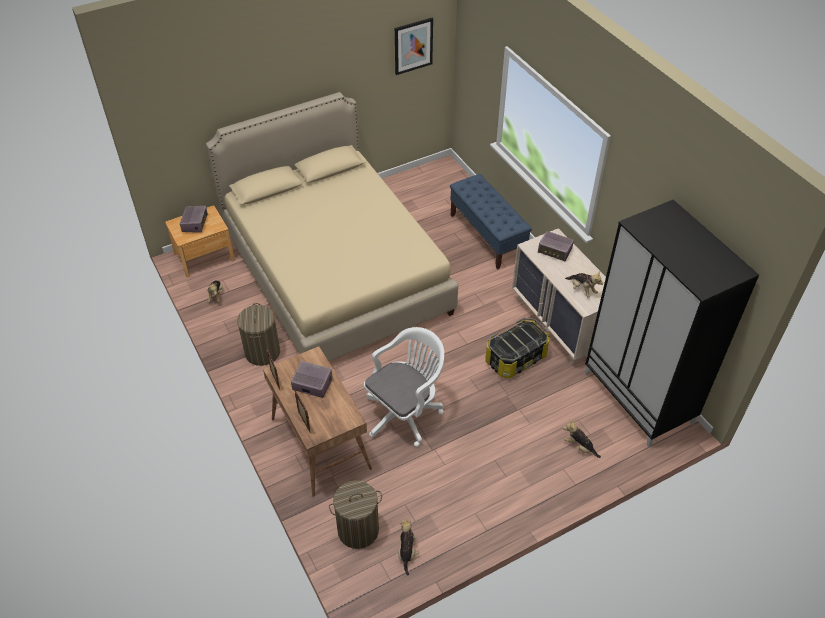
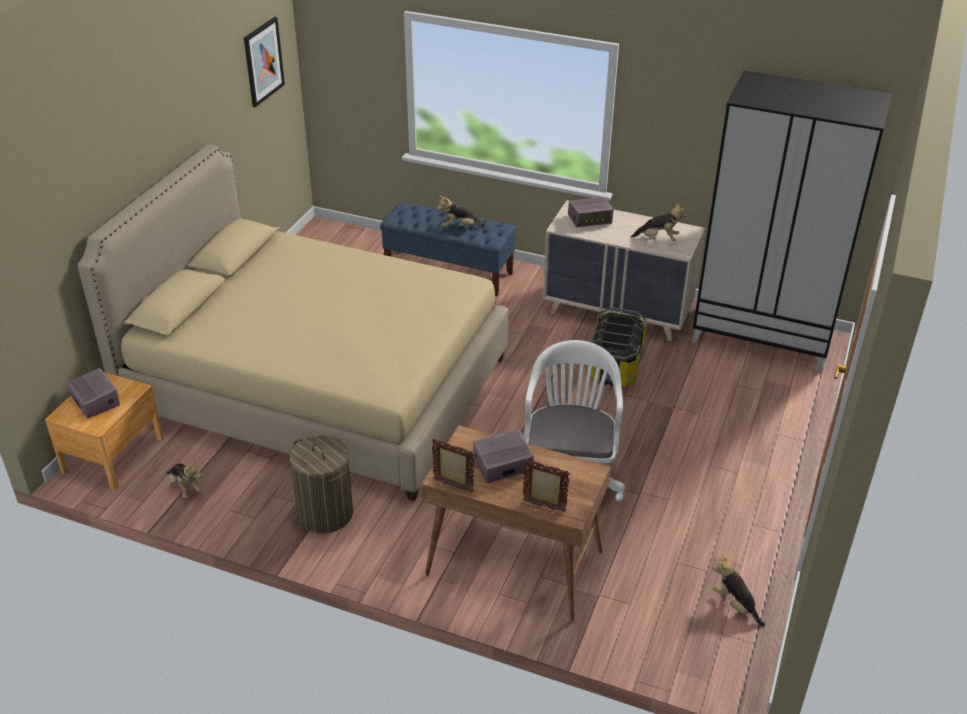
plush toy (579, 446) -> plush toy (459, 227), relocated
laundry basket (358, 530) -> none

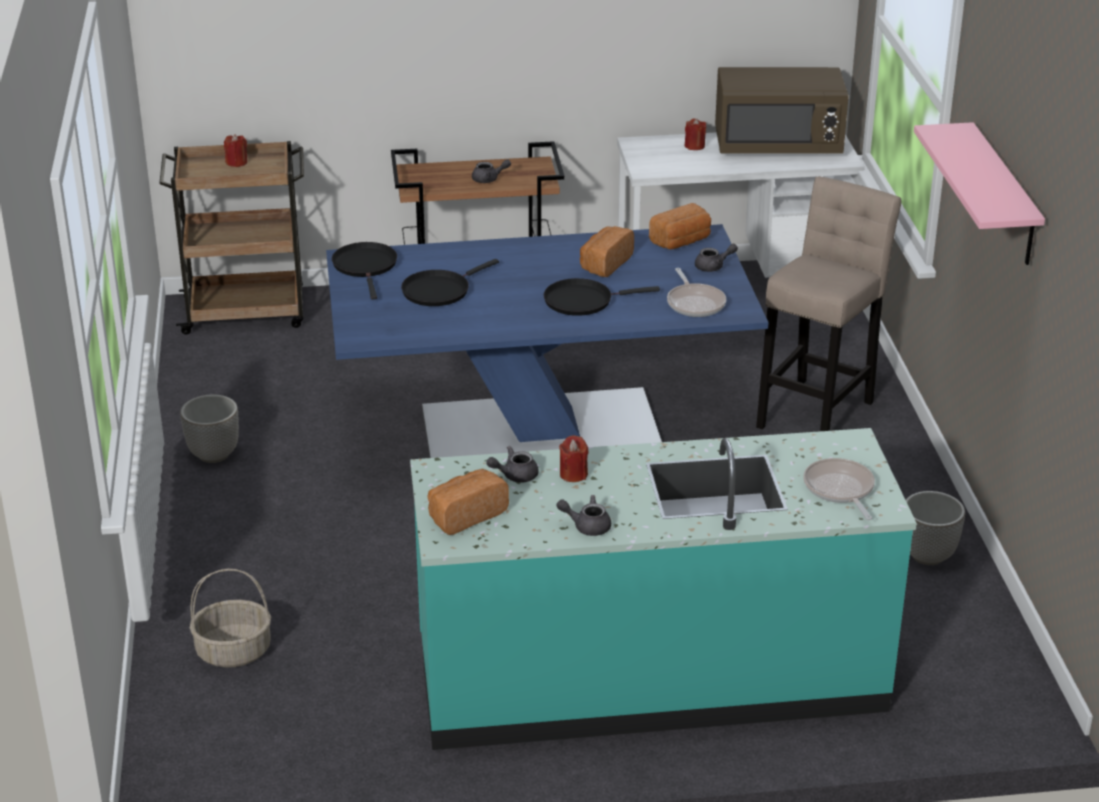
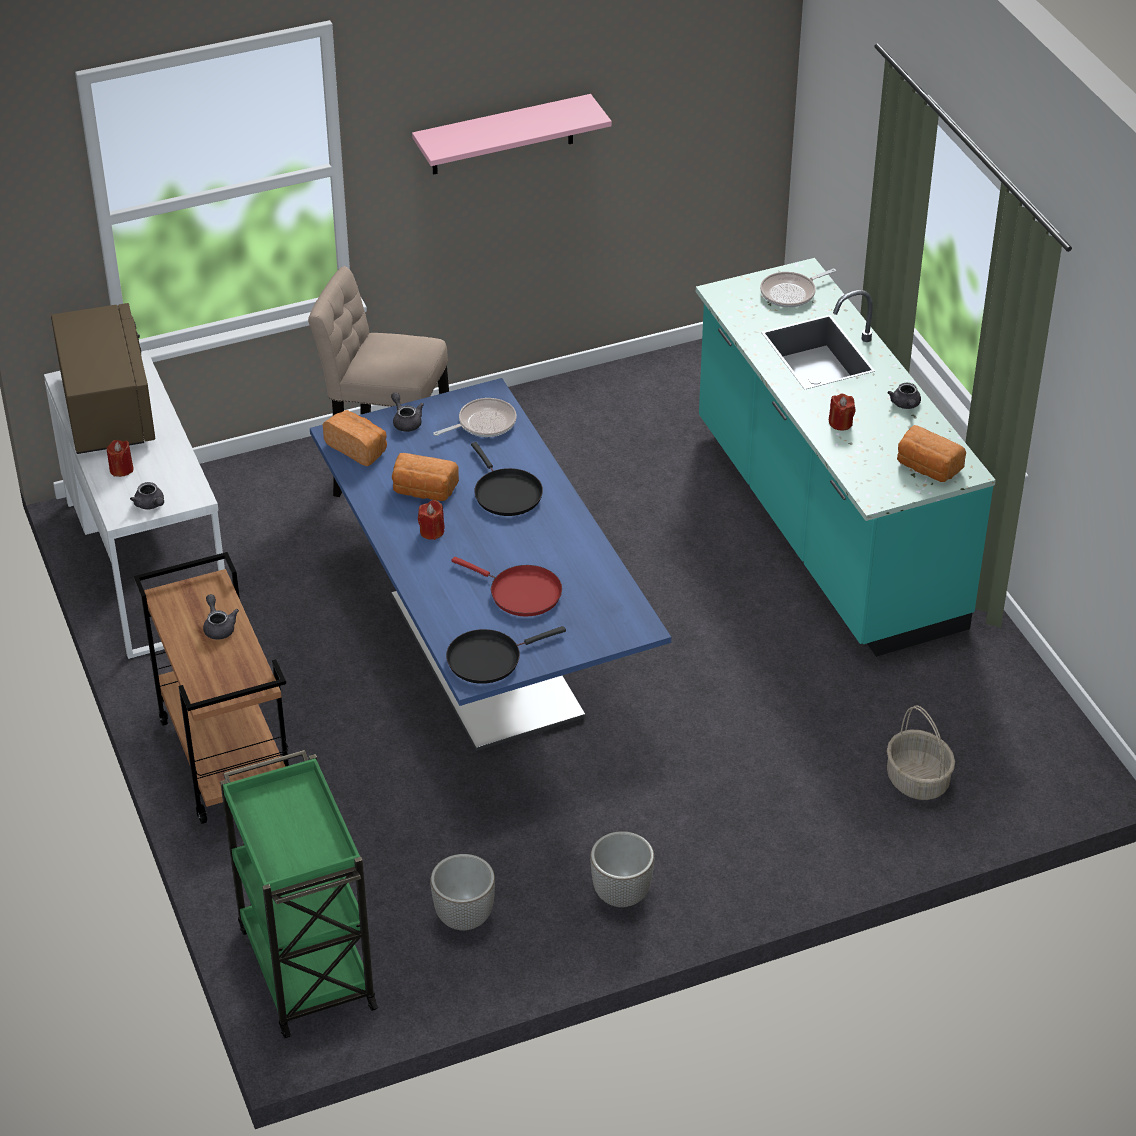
red candle (236, 162) -> red candle (432, 531), relocated
brown cart (247, 312) -> green cart (305, 965)
black frying pan (439, 290) -> red frying pan (521, 593)
grey teapot (515, 475) -> grey teapot (151, 505), relocated
planter (928, 555) -> planter (463, 918), relocated

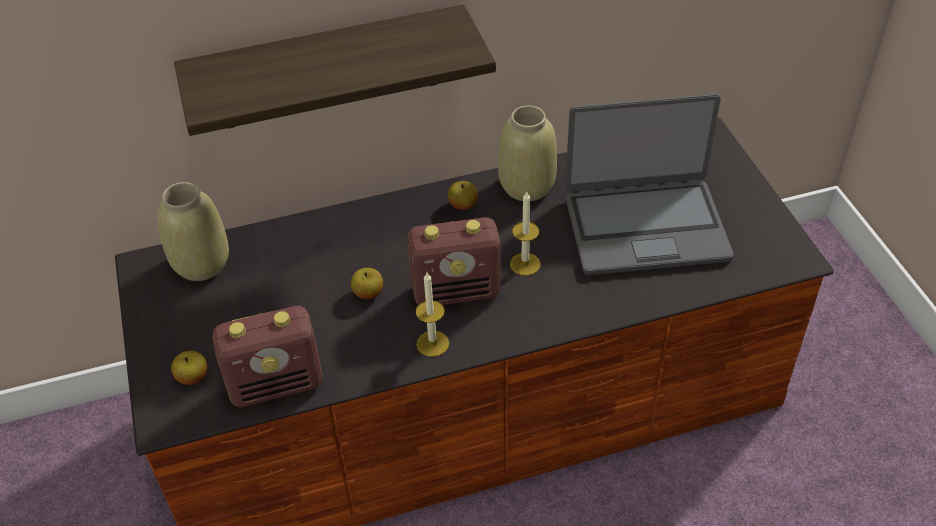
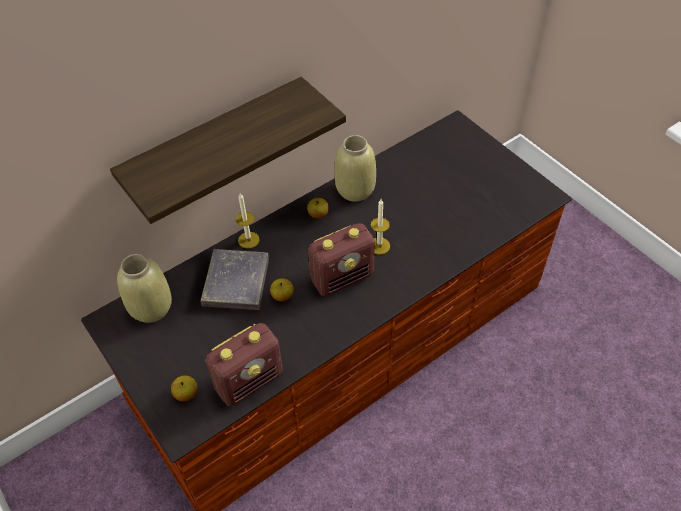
laptop (645, 227) -> none
candle (432, 343) -> candle (248, 240), relocated
none -> grey book (236, 282)

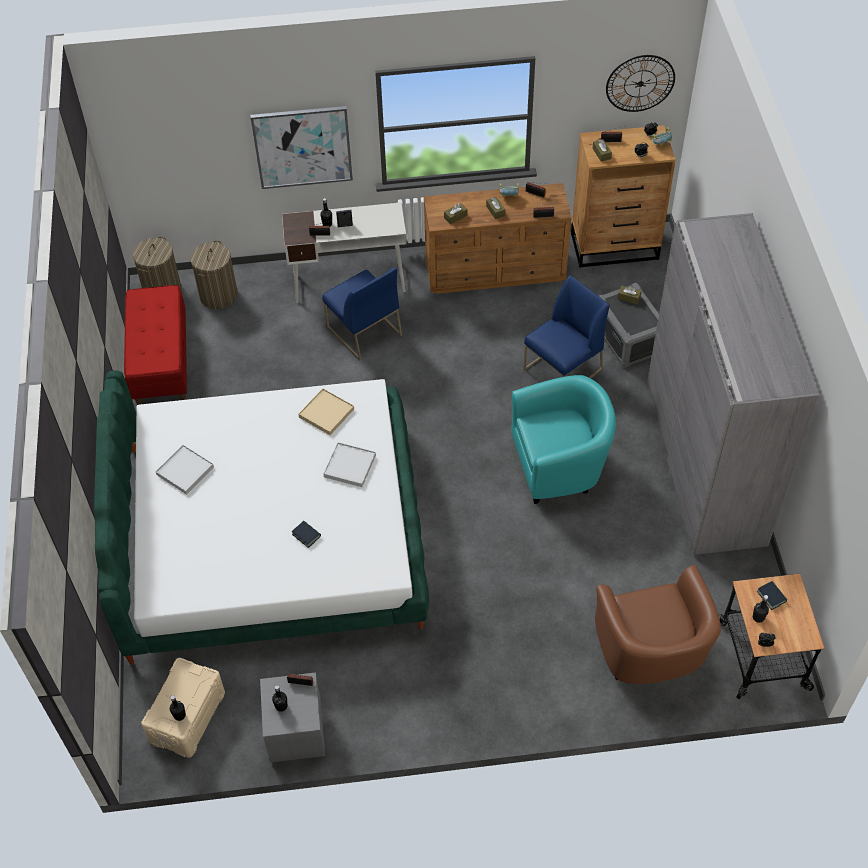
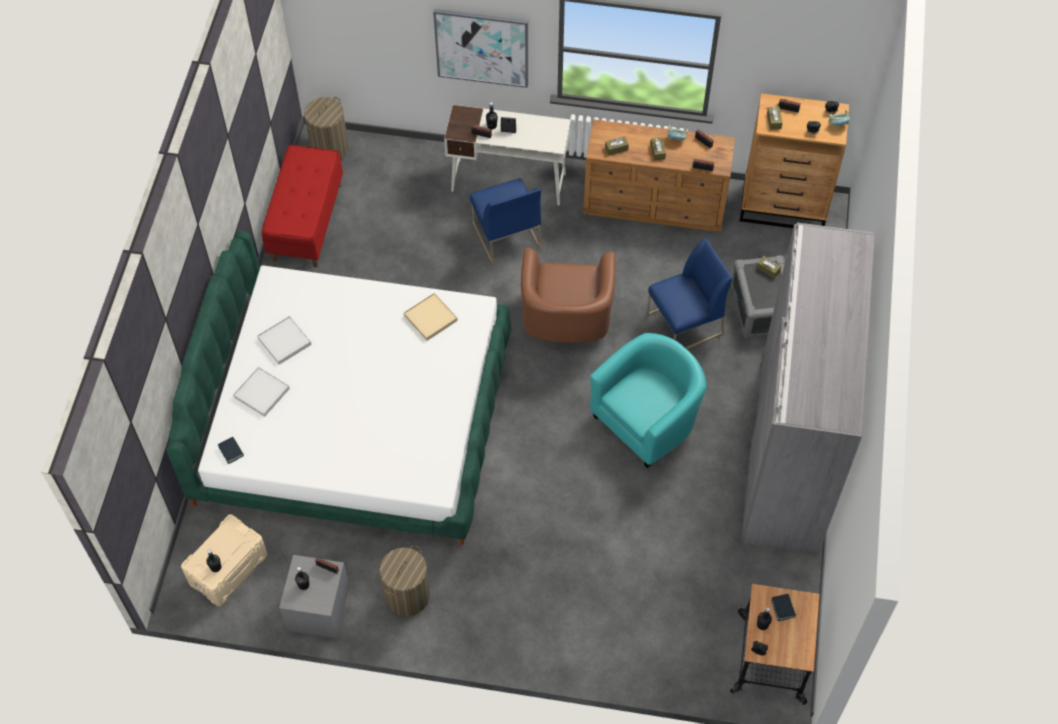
wall clock (640, 83) -> none
laundry basket (218, 295) -> laundry basket (407, 595), relocated
turquoise armchair (560, 465) -> turquoise armchair (647, 420), 45 degrees counterclockwise
white tray (349, 466) -> white tray (261, 393), relocated
book (306, 535) -> book (231, 451), relocated
brown armchair (651, 654) -> brown armchair (566, 323), relocated

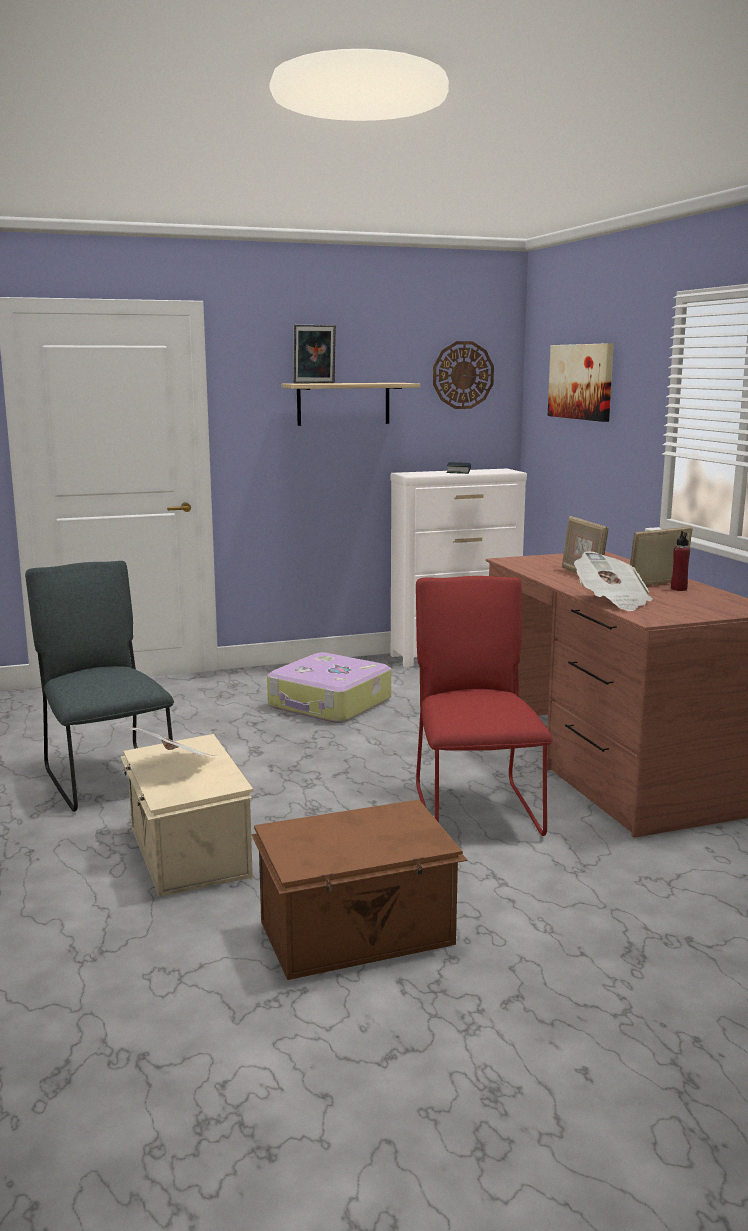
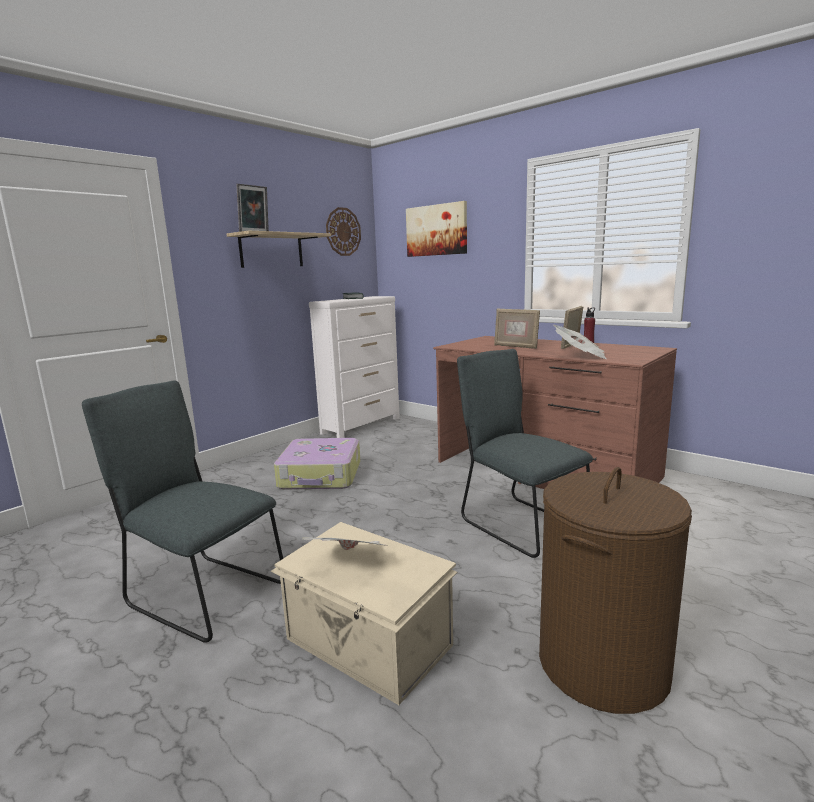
red chair (475, 808) -> grey chair (519, 523)
brown storage box (358, 934) -> brown laundry basket (602, 664)

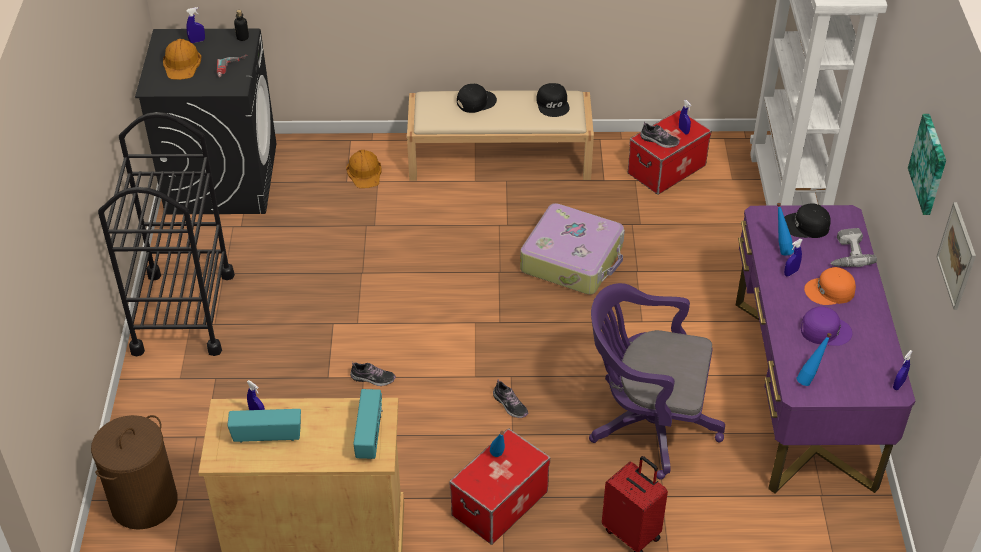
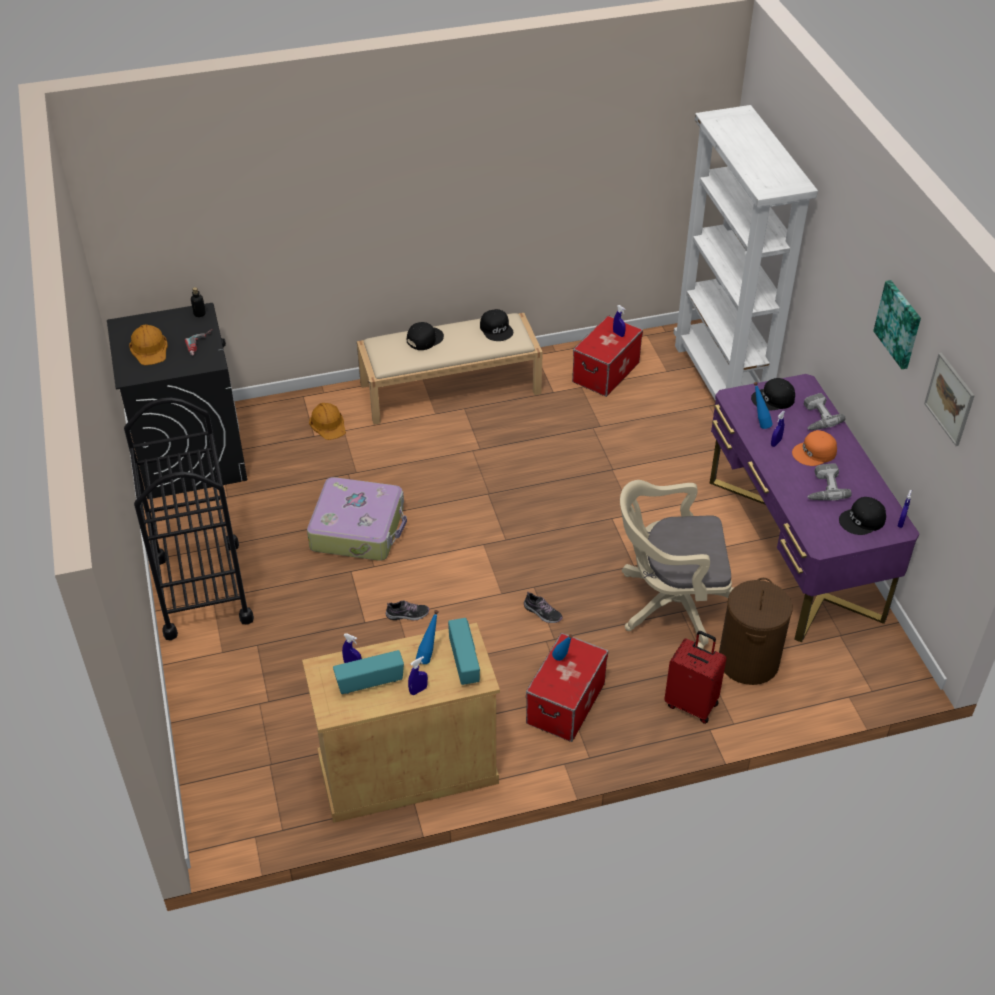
blue spray bottle (197, 41) -> blue spray bottle (418, 690), relocated
shoe (659, 141) -> none
suitcase (573, 259) -> suitcase (358, 528), relocated
purple office chair (646, 423) -> beige office chair (669, 604)
purple cap (825, 330) -> power drill (823, 487)
blue bottle (809, 379) -> blue bottle (429, 656), relocated
brown laundry basket (144, 503) -> brown laundry basket (748, 662), relocated
none -> black cap (862, 520)

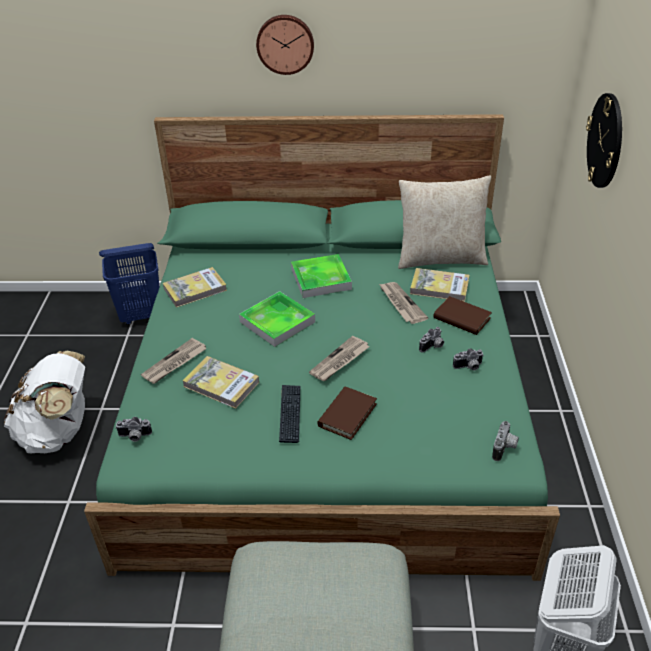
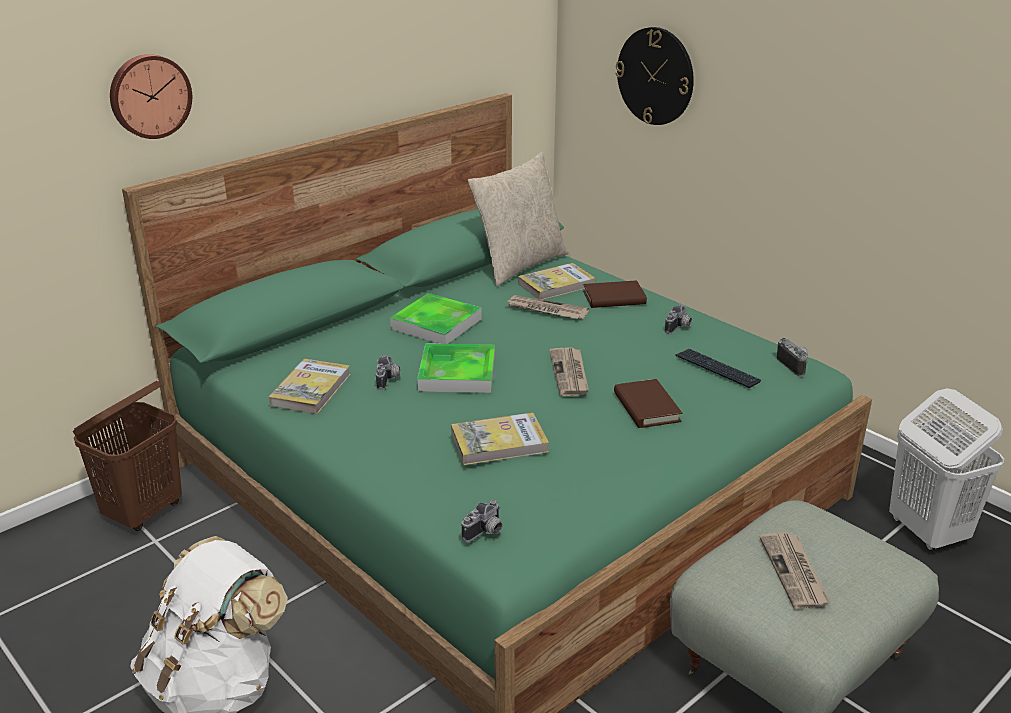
wall clock (285, 44) -> wall clock (149, 96), relocated
blue laundry basket (142, 315) -> brown laundry basket (144, 512)
photo camera (433, 346) -> photo camera (389, 380), relocated
newspaper (174, 363) -> newspaper (794, 572), relocated
keyboard (290, 414) -> keyboard (717, 369), relocated

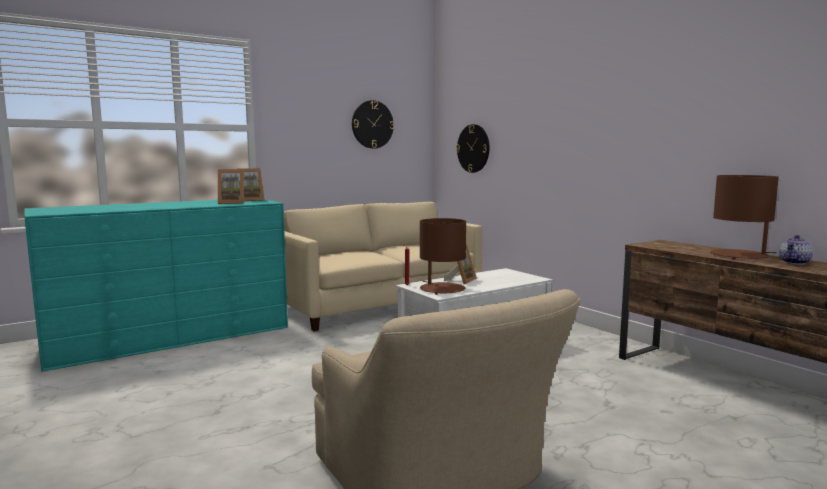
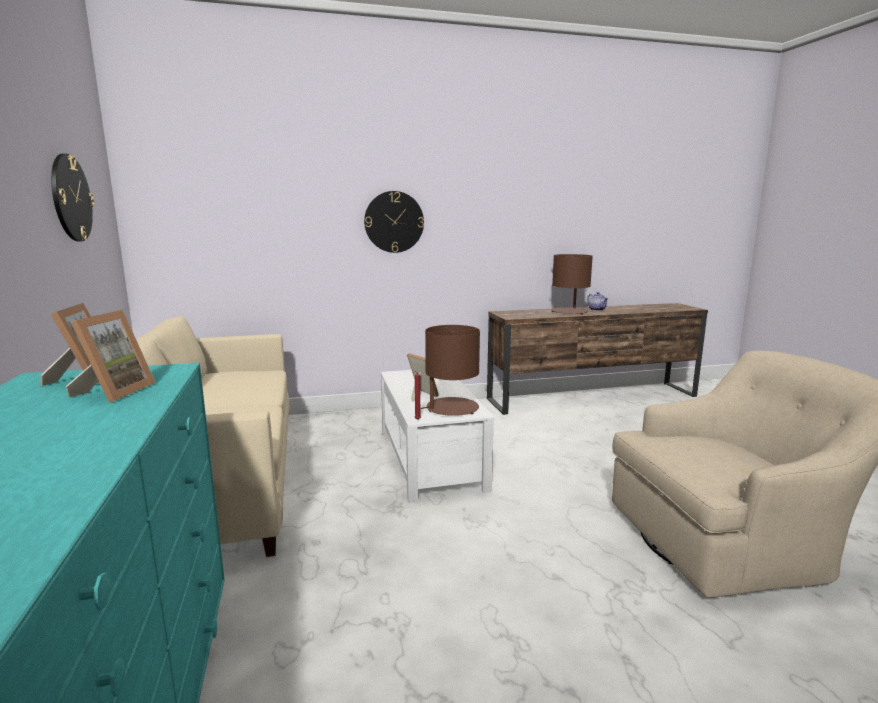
wall clock (473, 148) -> wall clock (394, 222), relocated

